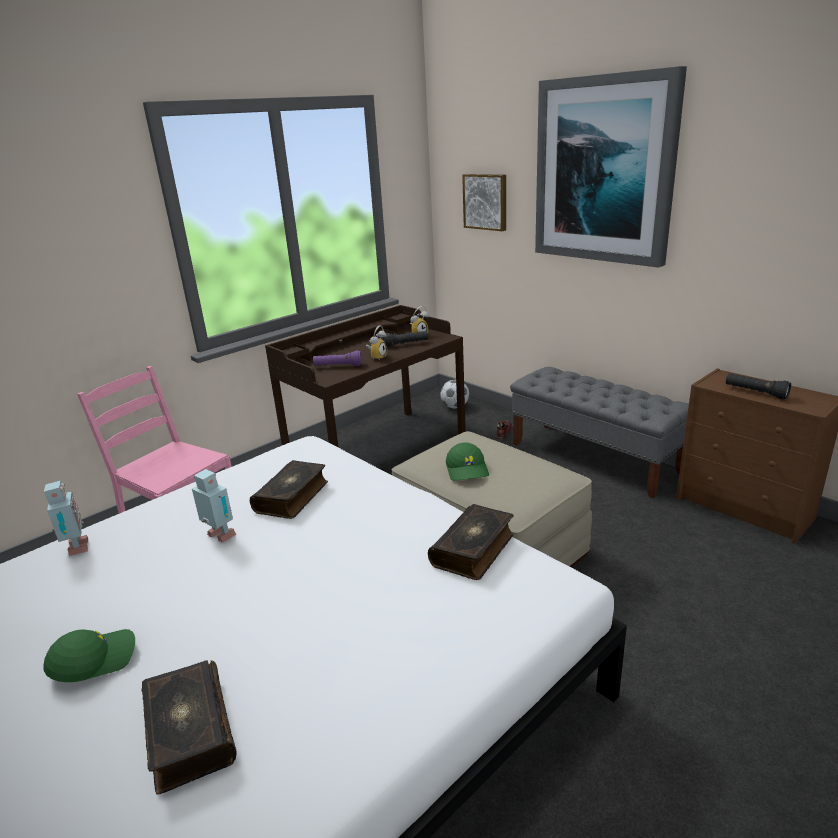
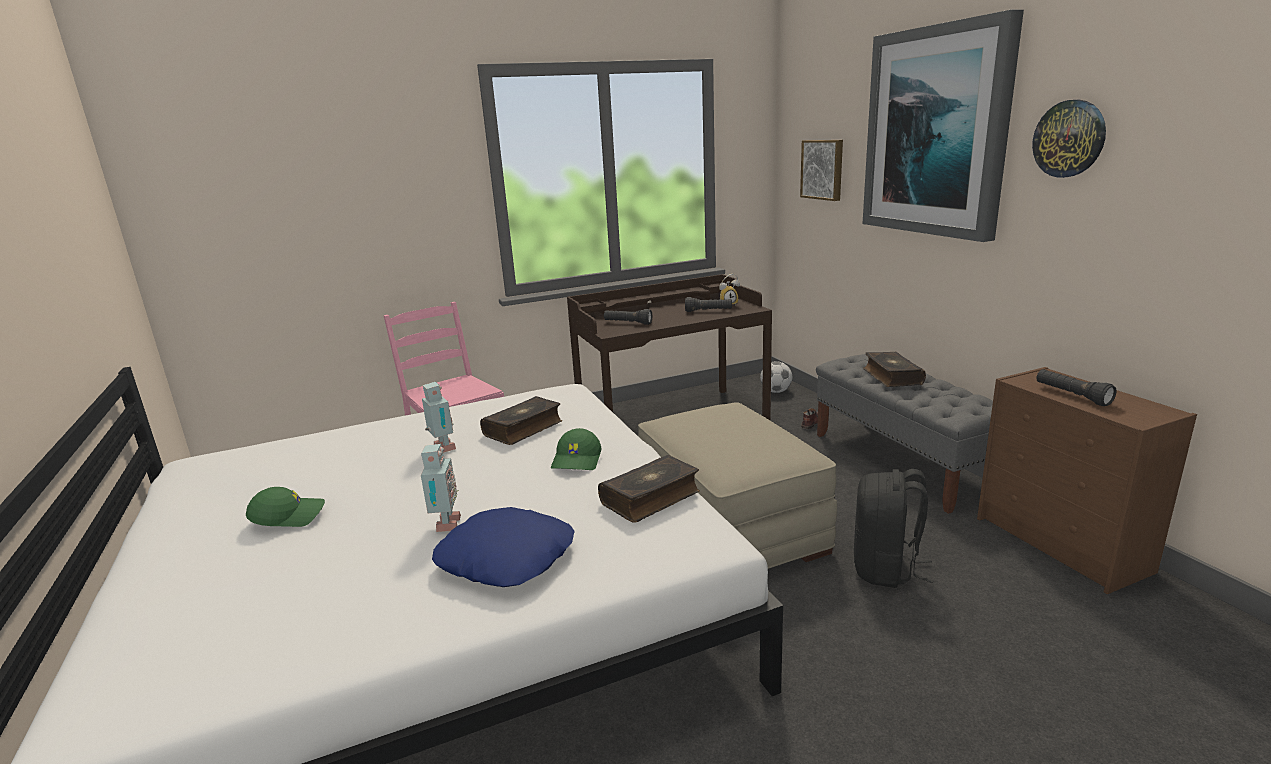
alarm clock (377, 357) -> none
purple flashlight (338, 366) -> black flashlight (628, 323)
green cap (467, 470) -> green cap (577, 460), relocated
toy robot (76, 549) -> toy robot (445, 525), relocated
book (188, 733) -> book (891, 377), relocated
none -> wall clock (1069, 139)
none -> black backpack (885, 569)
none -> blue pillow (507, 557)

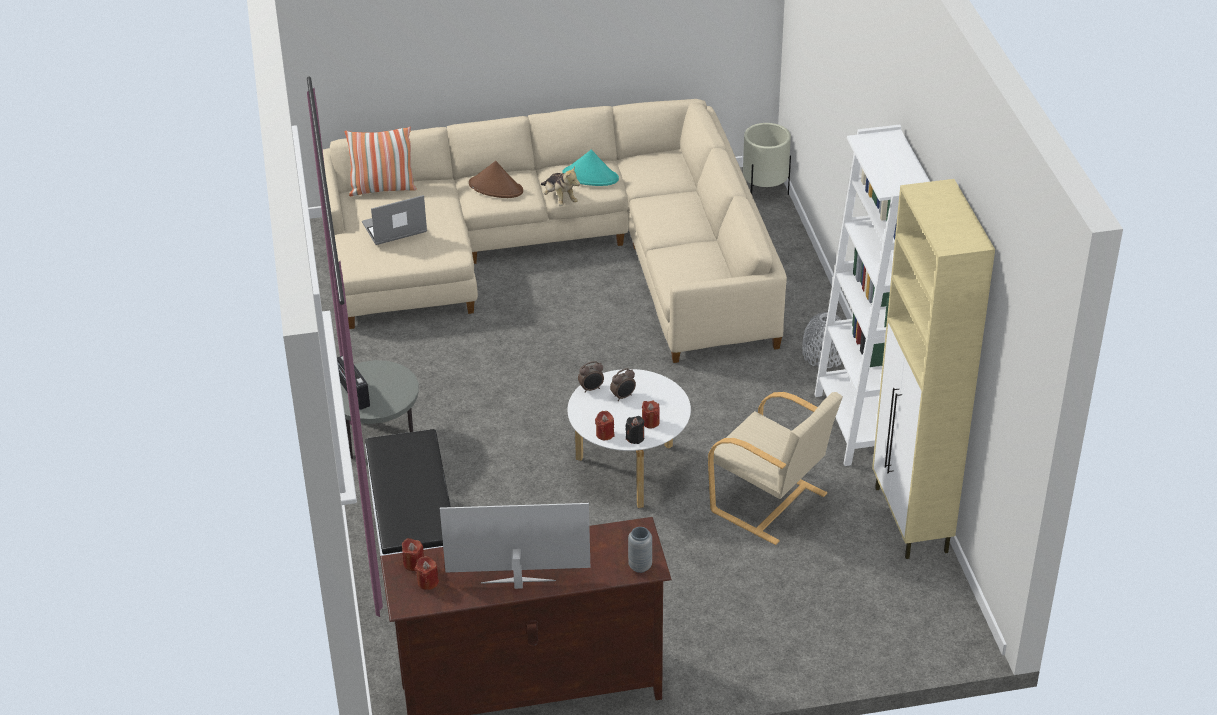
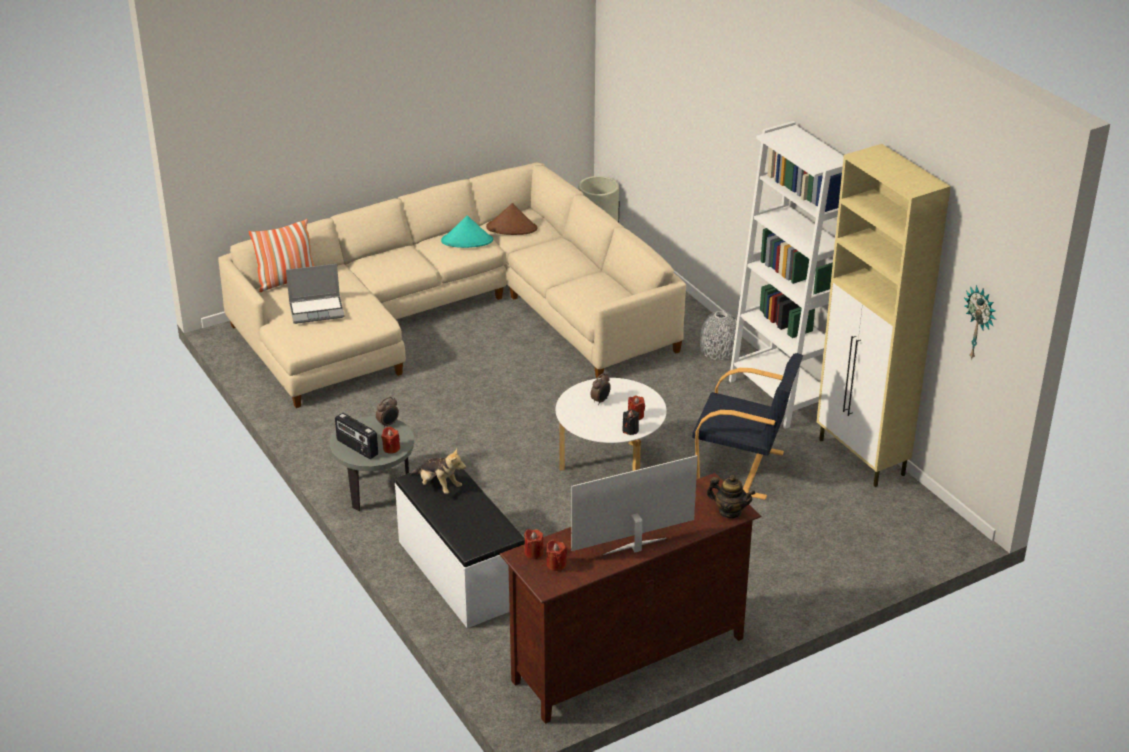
brown hat (496, 188) -> brown hat (512, 228), relocated
plush toy (559, 199) -> plush toy (438, 486), relocated
laptop (394, 229) -> laptop (317, 310), 150 degrees counterclockwise
alarm clock (591, 389) -> alarm clock (388, 424), relocated
beige armchair (770, 504) -> black armchair (742, 469)
red candle (605, 434) -> red candle (391, 448), relocated
grey vase (640, 566) -> teapot (729, 511)
none -> wall clock (980, 323)

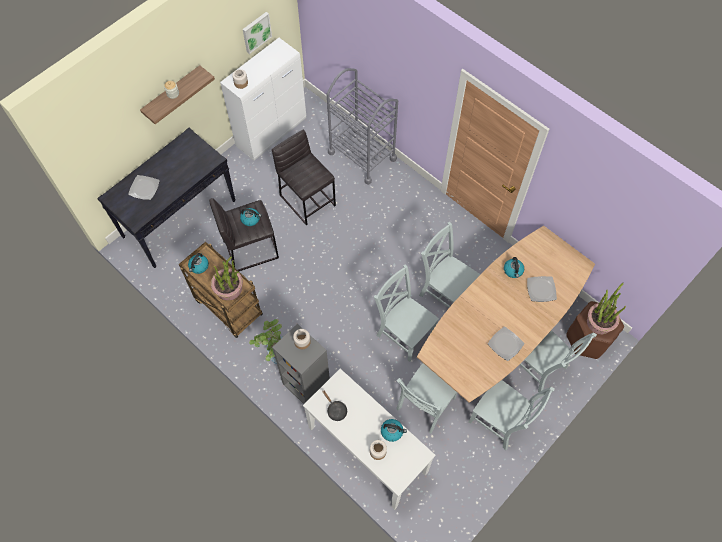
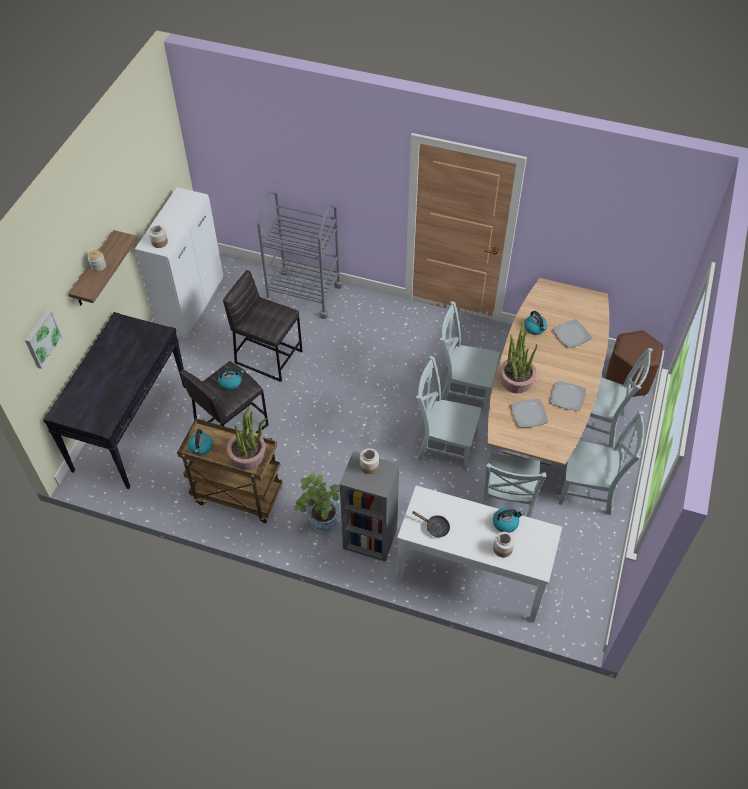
picture (256, 32) -> picture (42, 338), relocated
plate (144, 188) -> plate (528, 414), relocated
potted plant (599, 322) -> potted plant (516, 381), relocated

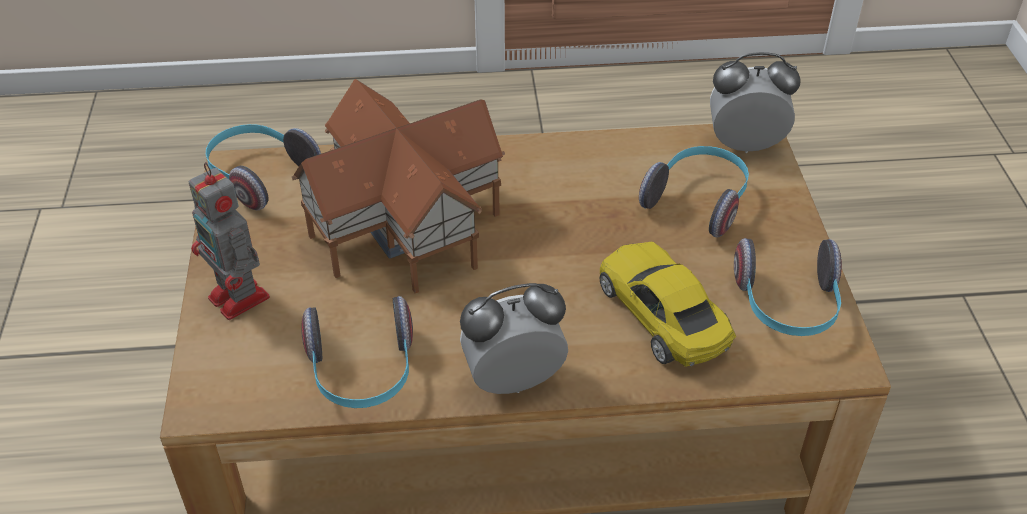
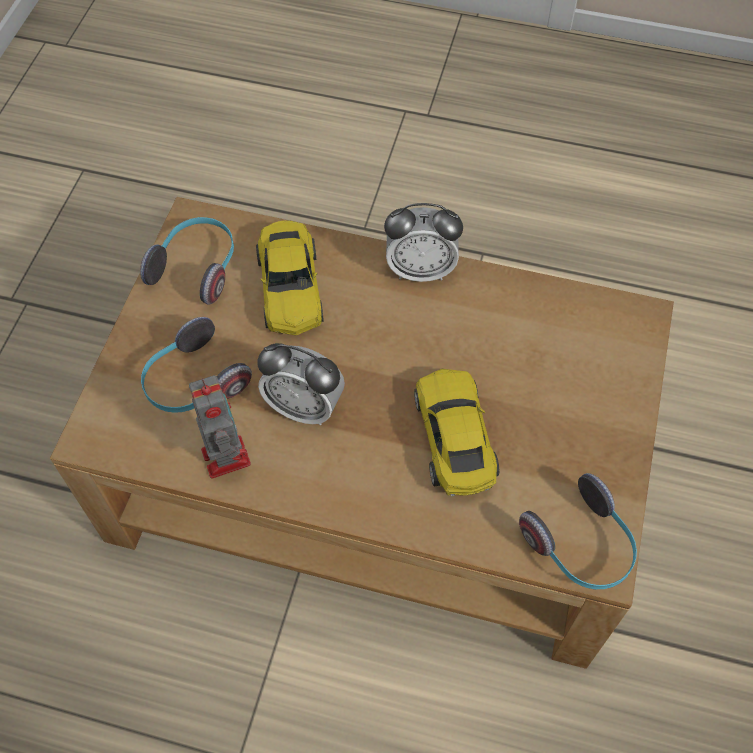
alarm clock (745, 145) -> alarm clock (304, 407), relocated
toy house (406, 223) -> yellow toy car (454, 438)
toy robot (240, 299) -> toy robot (225, 454), relocated
headphones (362, 373) -> none

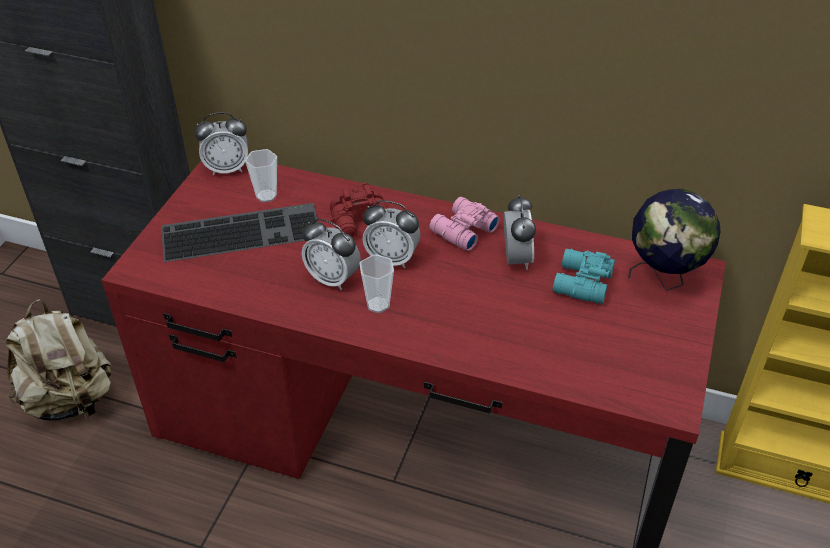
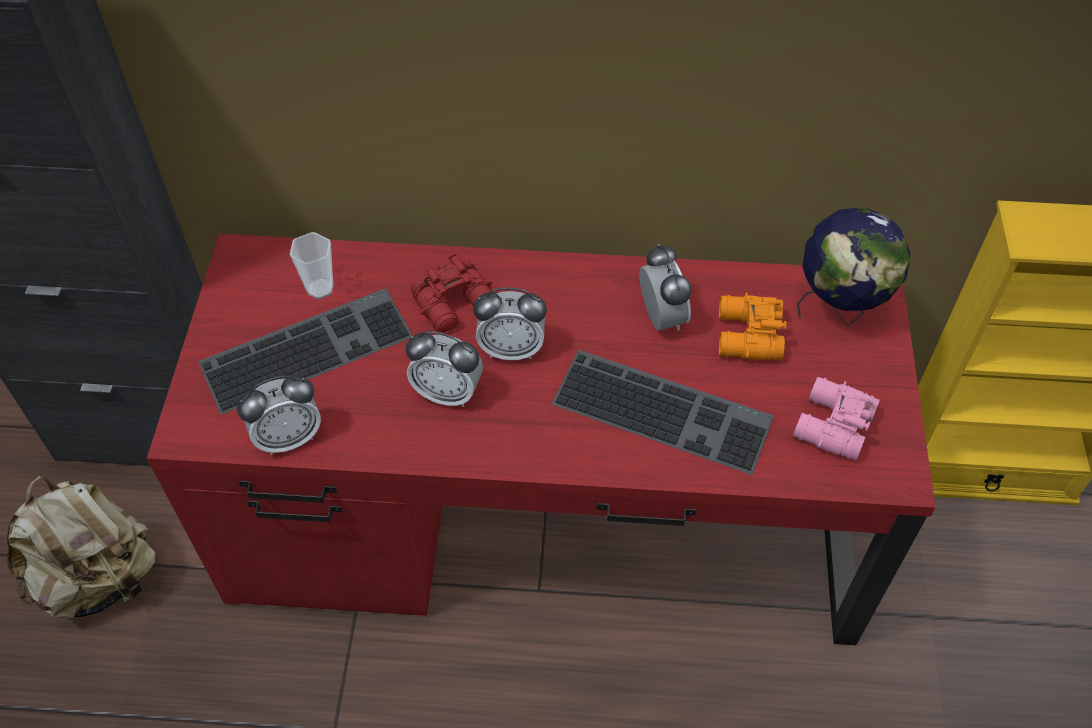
alarm clock (227, 169) -> alarm clock (288, 437), relocated
pink binoculars (462, 231) -> pink binoculars (831, 426), relocated
turquoise binoculars (580, 283) -> orange binoculars (747, 336)
cup (378, 305) -> none
none -> keyboard (665, 409)

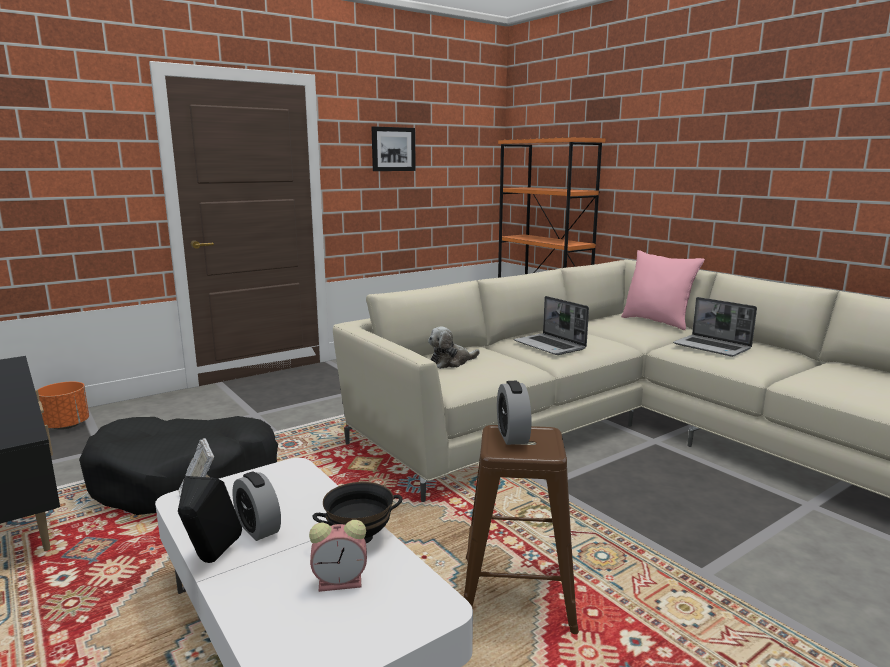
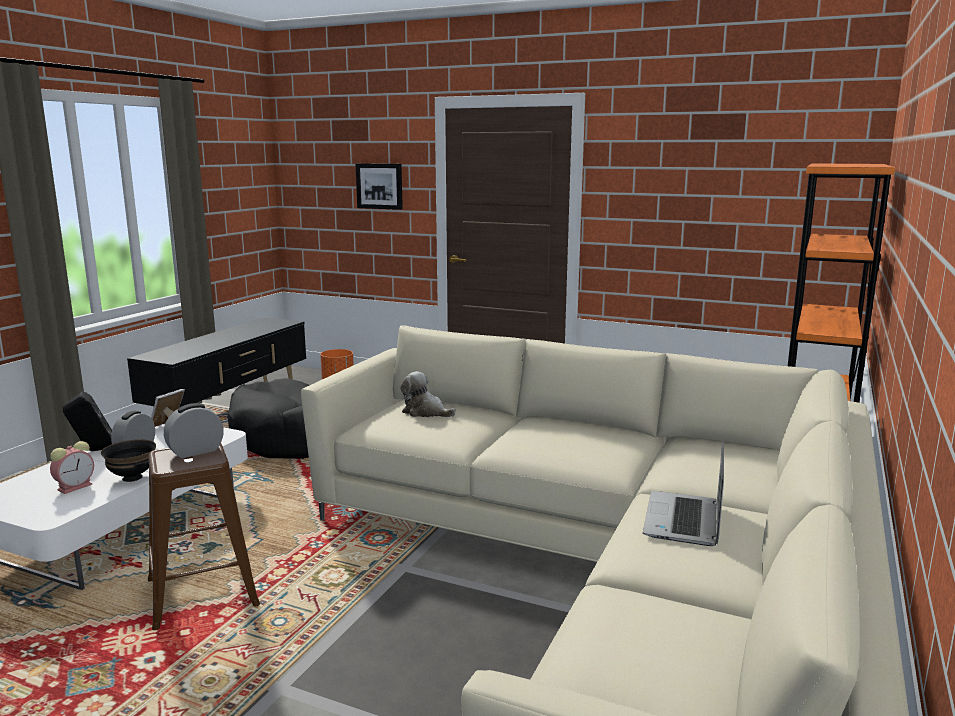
picture (393, 149) -> picture (379, 186), relocated
pink pillow (657, 322) -> none
laptop (550, 346) -> none
alarm clock (342, 582) -> alarm clock (76, 486), 105 degrees counterclockwise

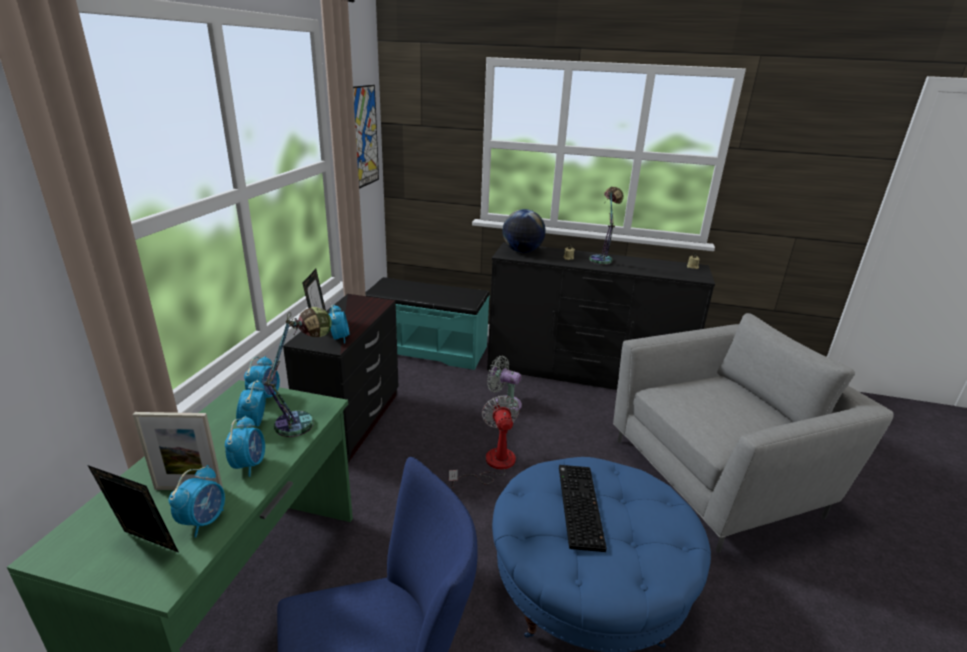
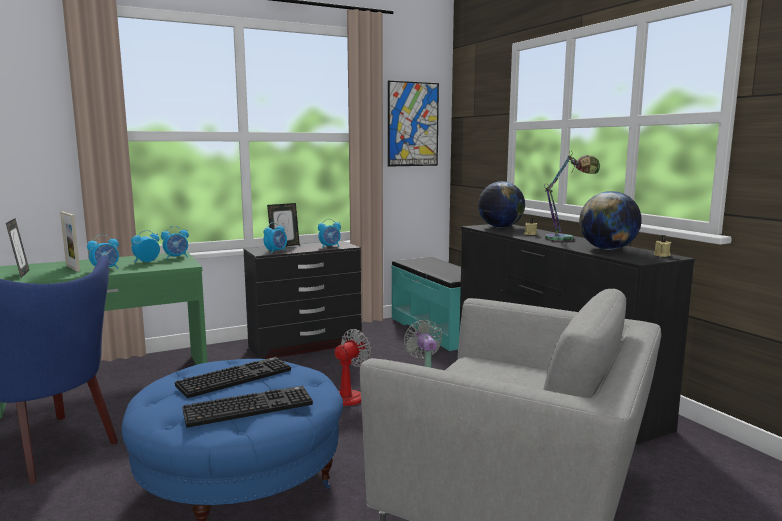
table lamp (304, 420) -> none
alarm clock (204, 521) -> alarm clock (330, 247), relocated
none -> globe (608, 249)
none -> keyboard (249, 407)

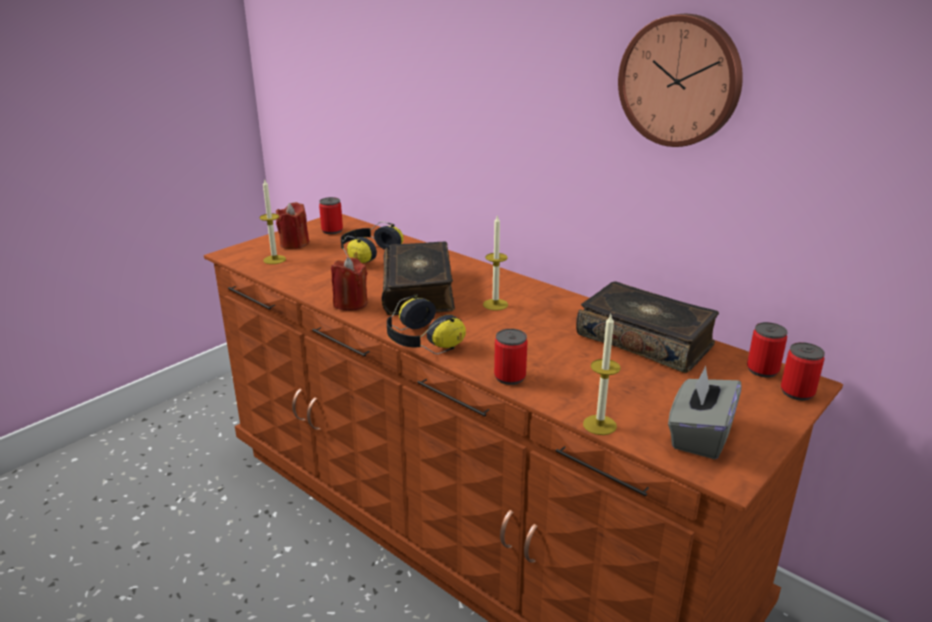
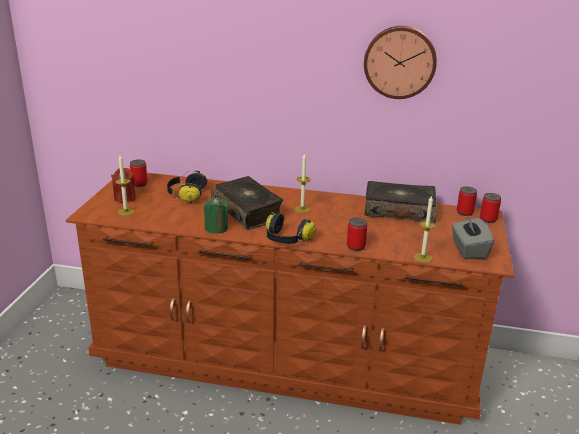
red candle (350, 303) -> green candle (216, 228)

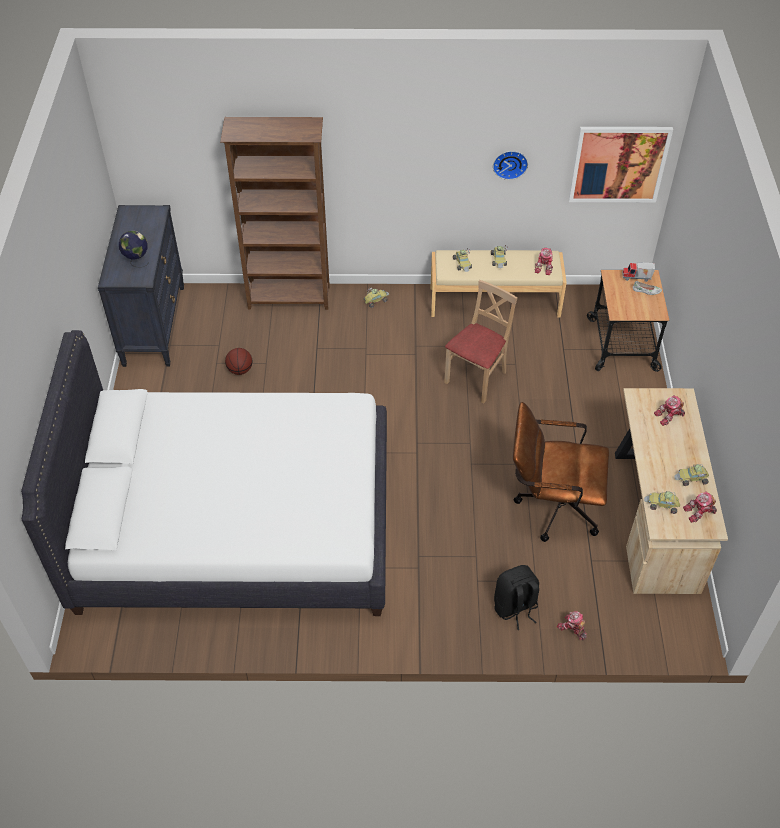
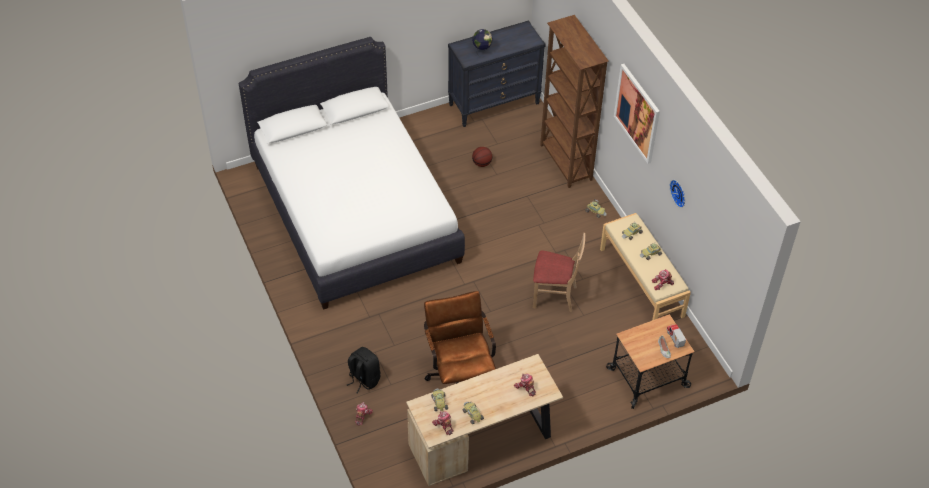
picture (618, 164) -> picture (637, 113), relocated

